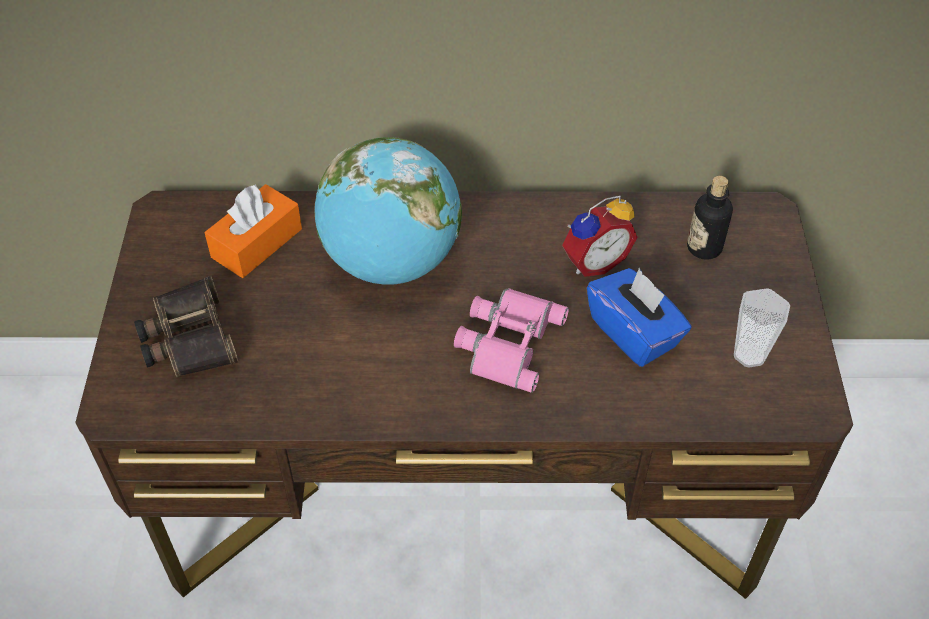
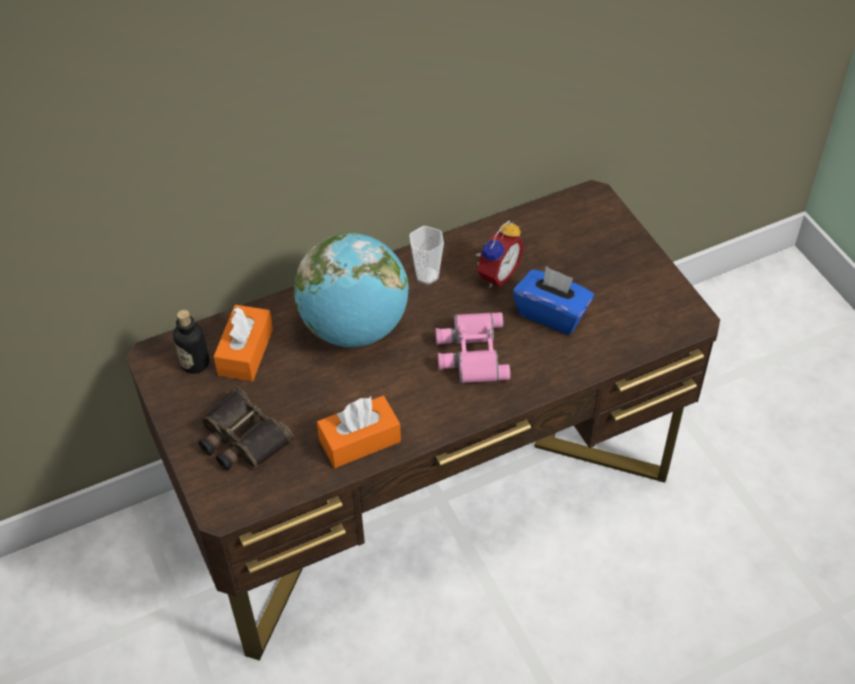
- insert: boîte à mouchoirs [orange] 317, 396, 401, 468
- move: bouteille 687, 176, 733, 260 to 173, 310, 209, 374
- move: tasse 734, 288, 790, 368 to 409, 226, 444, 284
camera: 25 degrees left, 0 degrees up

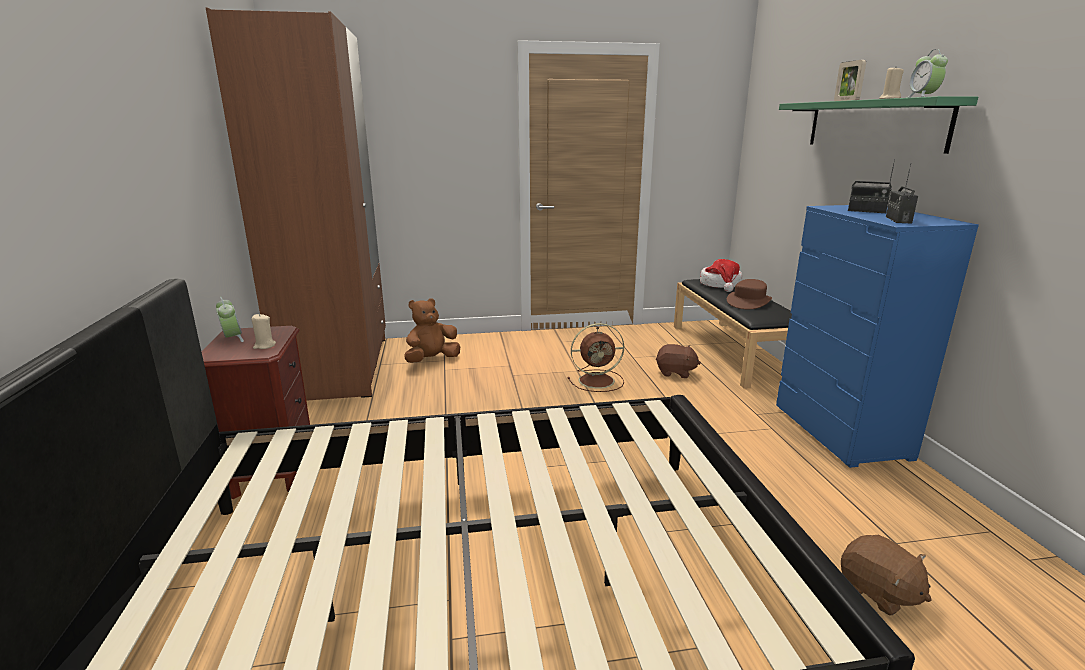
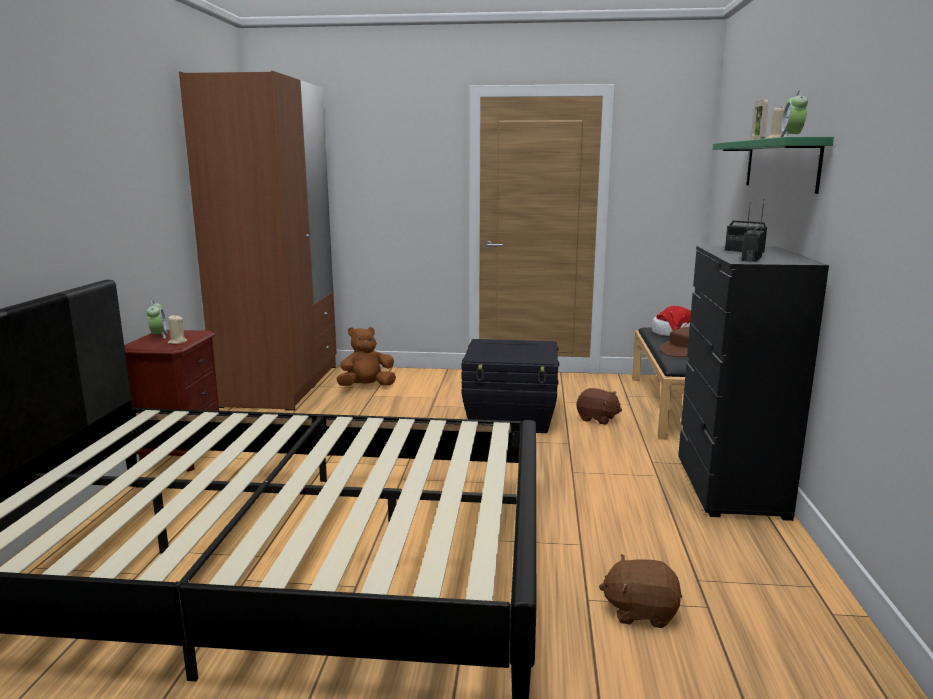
- replace: ventilateur [marron] 567, 323, 624, 392 to boîte de rangement [noir] 462, 339, 559, 433
- recolor: commode [bleu] 776, 205, 979, 468 to commode [noir] 678, 246, 829, 521
- rotate: peluche [marron] 841, 535, 931, 616 = 599, 554, 682, 628 120 degrees clockwise
camera: 15 degrees right, 5 degrees down

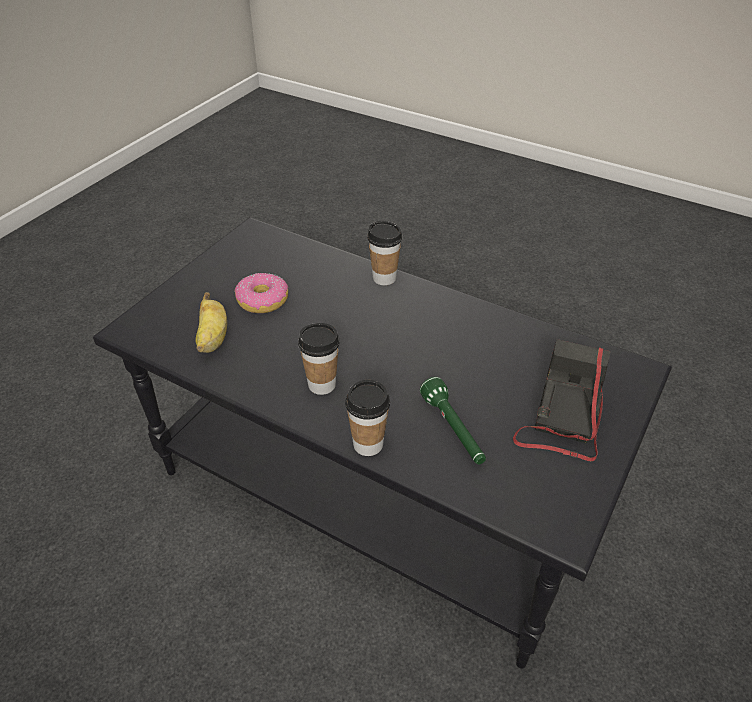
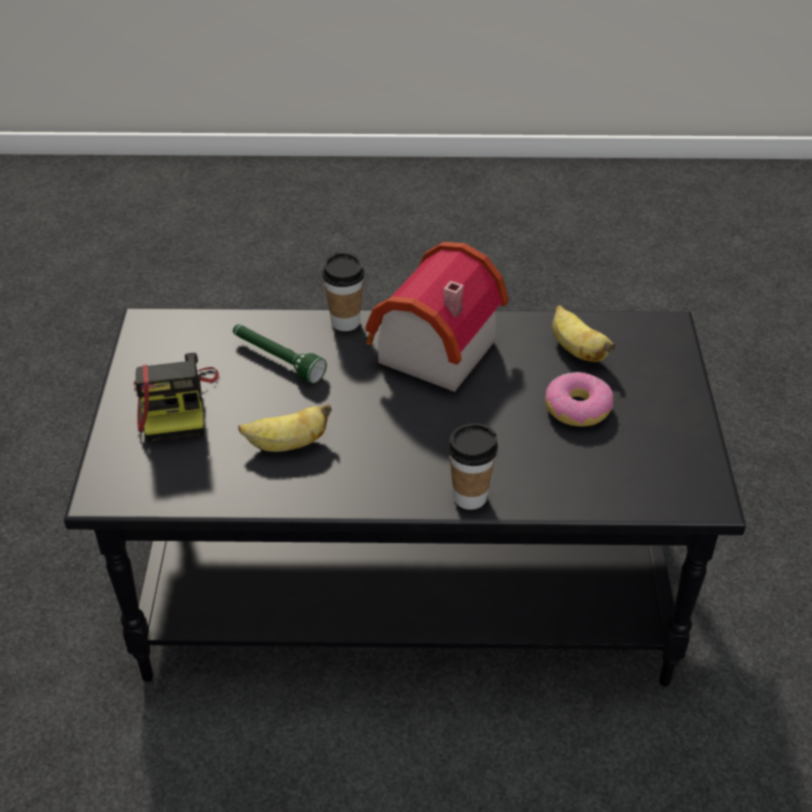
- insert: banane 238, 404, 332, 452
- replace: tasse 298, 323, 339, 395 to maison miniature 365, 242, 509, 392
camera: 150 degrees right, 0 degrees up

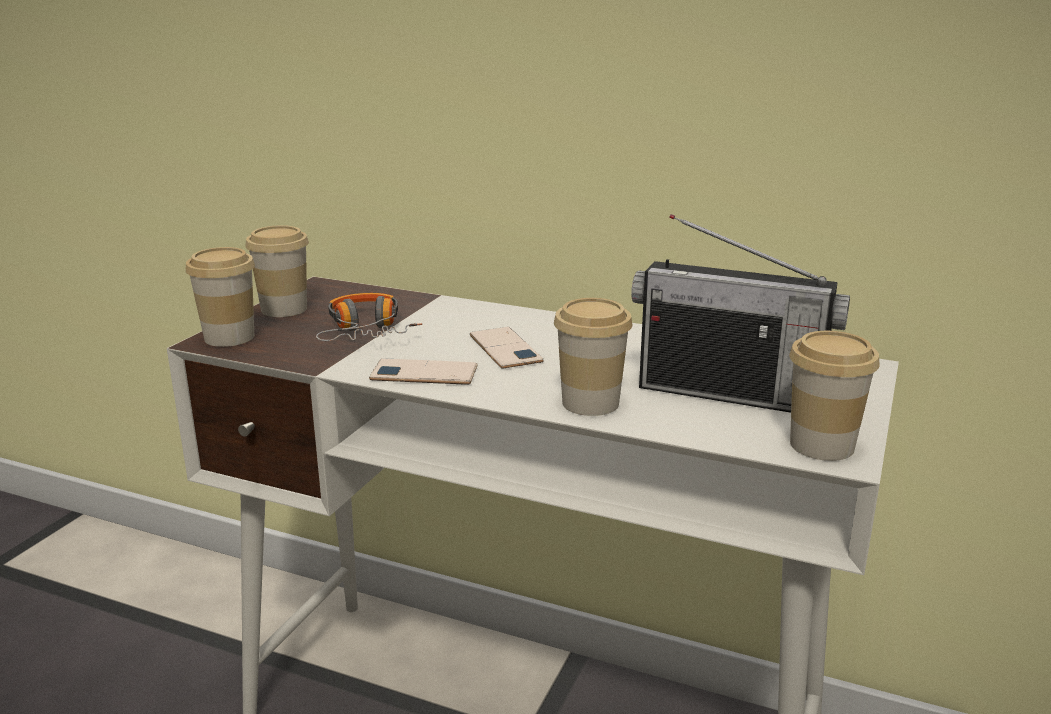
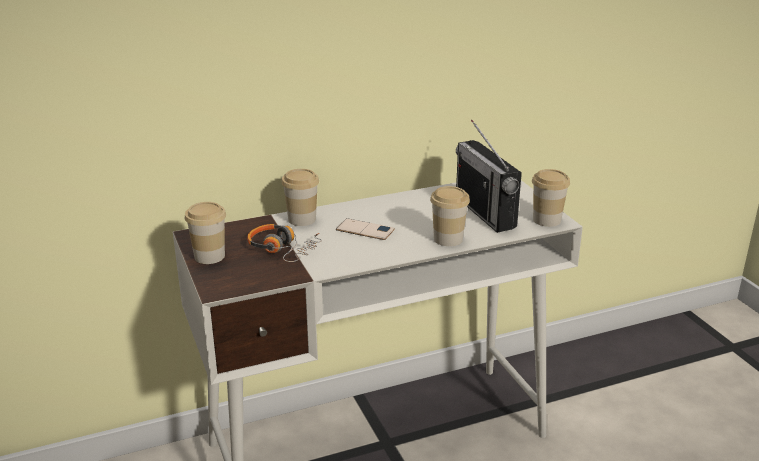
- delete: téléphone 369, 358, 478, 385
- move: tasse 185, 247, 255, 347 to 281, 169, 319, 226
- rotate: radio 631, 214, 850, 413 = 456, 120, 522, 233 90 degrees clockwise
camera: 45 degrees left, 5 degrees up

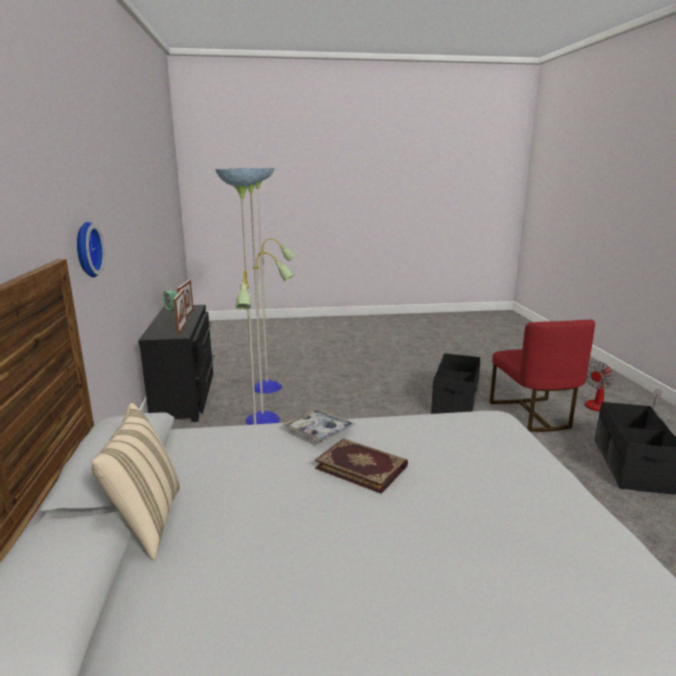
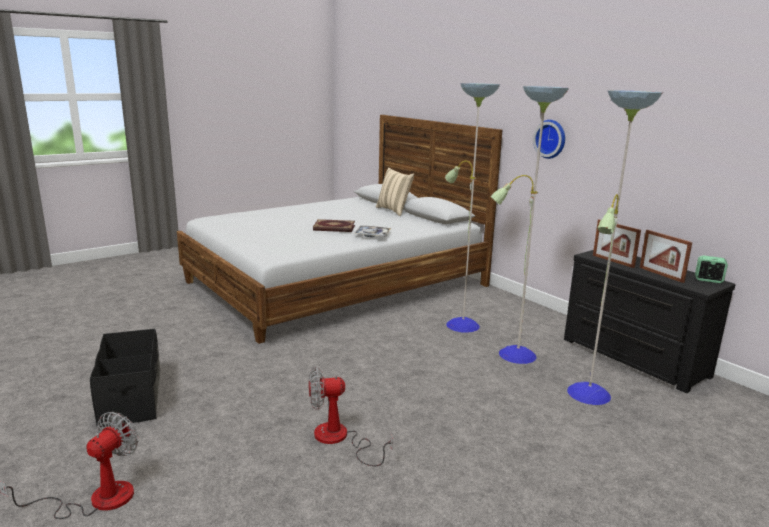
- delete: chaise [rouge] 489, 320, 595, 432
- replace: boîte de rangement [noir] 431, 353, 480, 414 to ventilateur 309, 367, 393, 466
camera: 150 degrees right, 0 degrees up

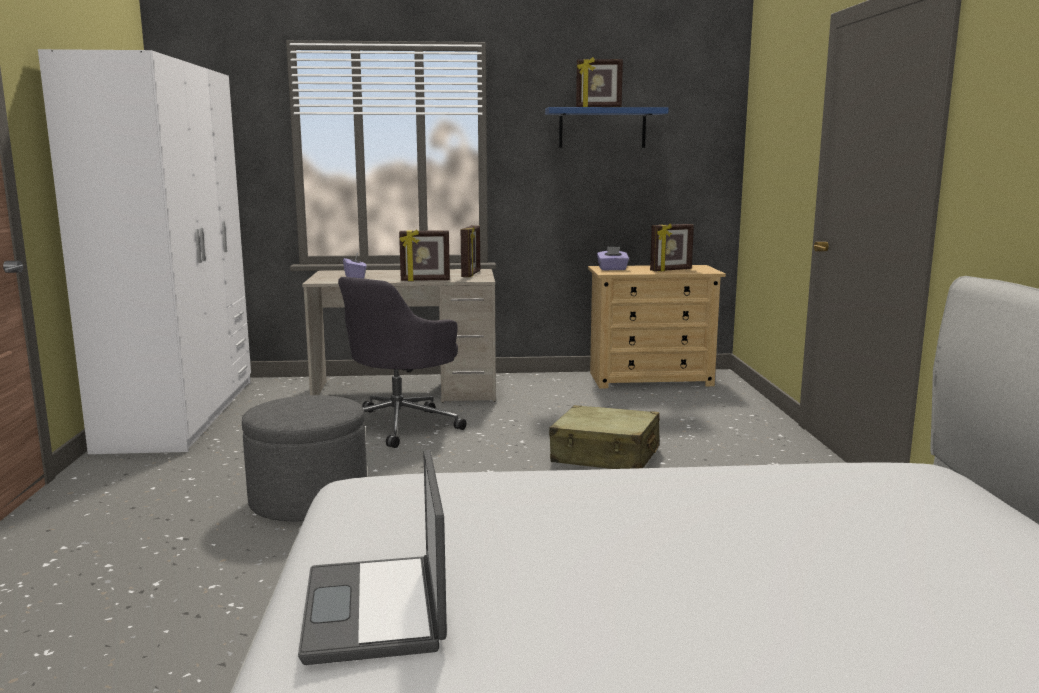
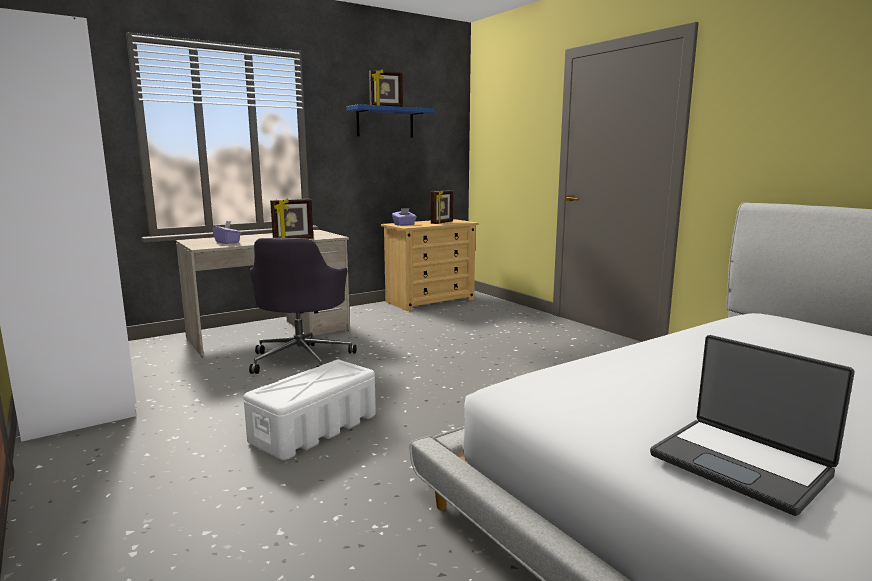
- delete: cadre photo 461, 225, 480, 277
- delete: valise [beige] 549, 405, 660, 469
- replace: pouf [gris] 242, 395, 367, 522 to boîte de rangement [blanc] 244, 360, 376, 460
camera: 30 degrees left, 0 degrees up

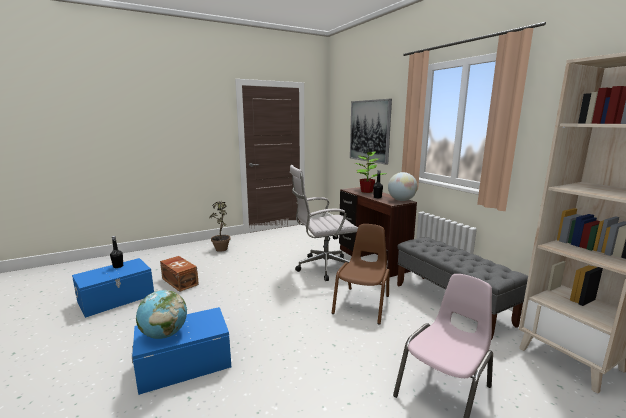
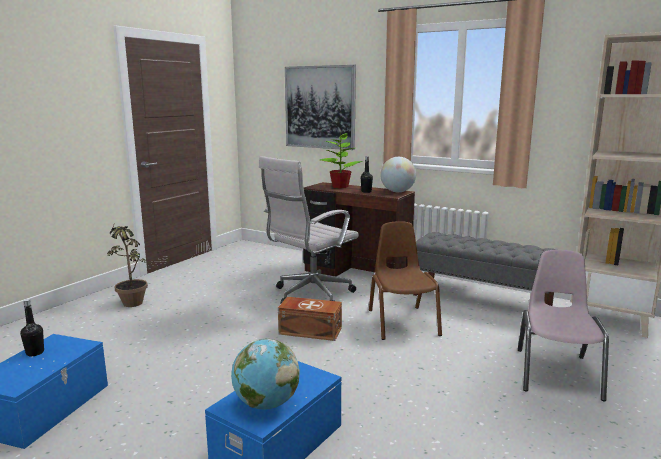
- move: boîte de rangement [marron] 160, 256, 199, 292 to 278, 297, 342, 341
camera: 30 degrees left, 0 degrees up

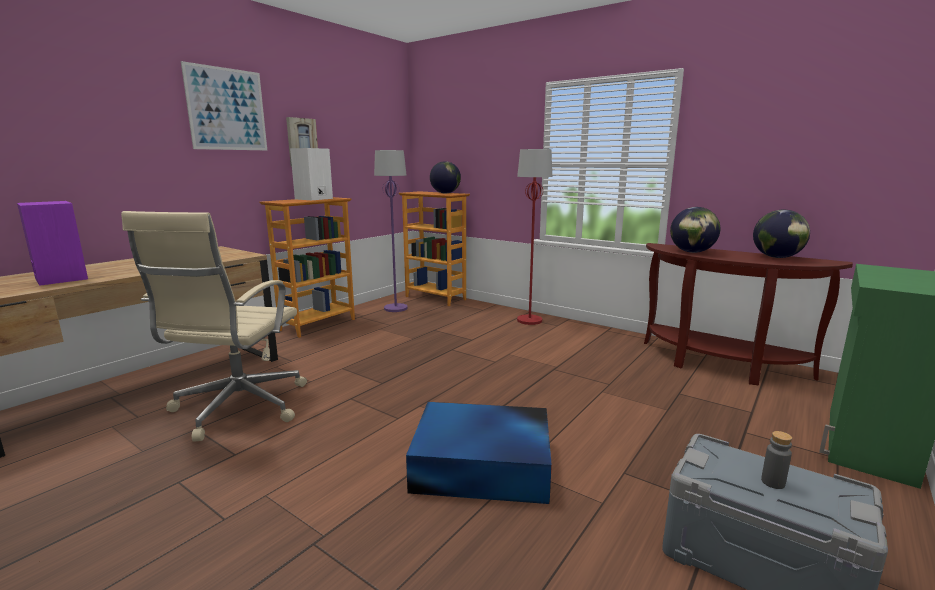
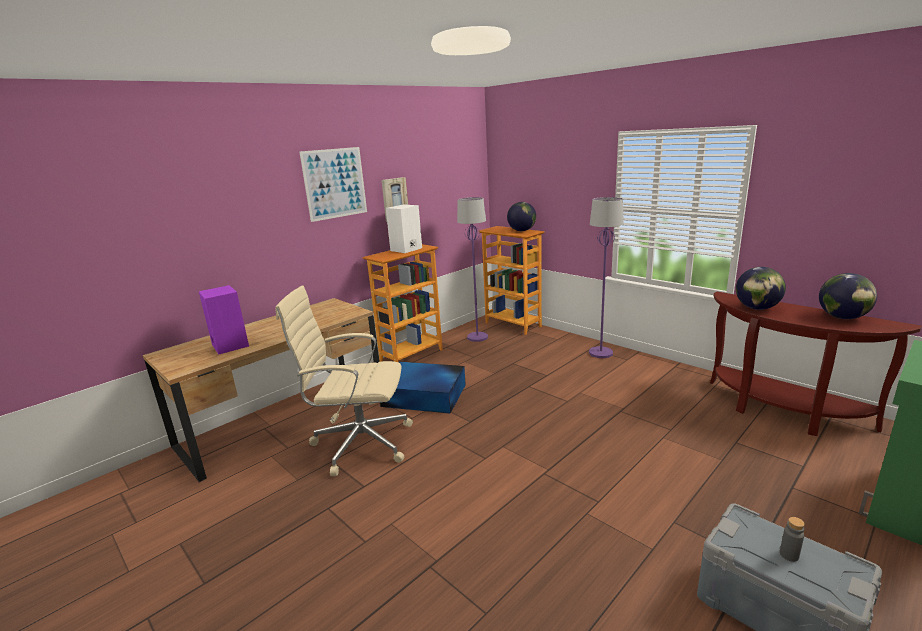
- move: boîte de rangement [bleu] 406, 402, 552, 504 to 380, 362, 466, 413
- recolor: lampadaire [rouge] 517, 149, 552, 325 to lampadaire [violet] 589, 197, 624, 358
- rotate: chaise de bureau [beige] 121, 211, 307, 442 = 275, 285, 413, 476 75 degrees clockwise
camera: 10 degrees right, 5 degrees up

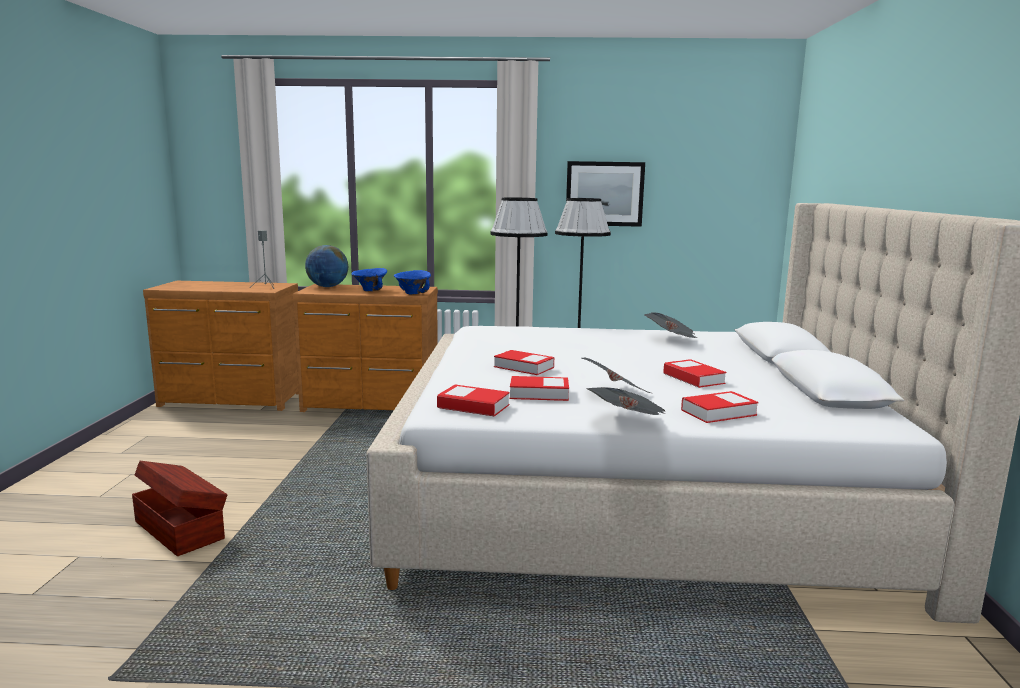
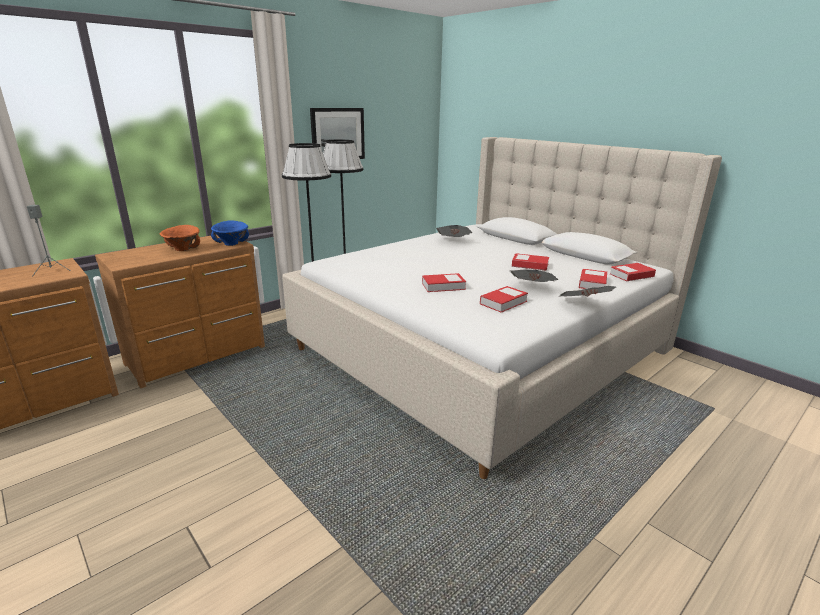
- delete: boîte de rangement [marron] 132, 461, 228, 556
- delete: globe 305, 245, 348, 287
- move: livre 437, 385, 510, 417 to 610, 263, 656, 281
- recolor: bol [bleu] 351, 268, 387, 291 to bol [orange] 159, 225, 200, 251
camera: 45 degrees left, 10 degrees up

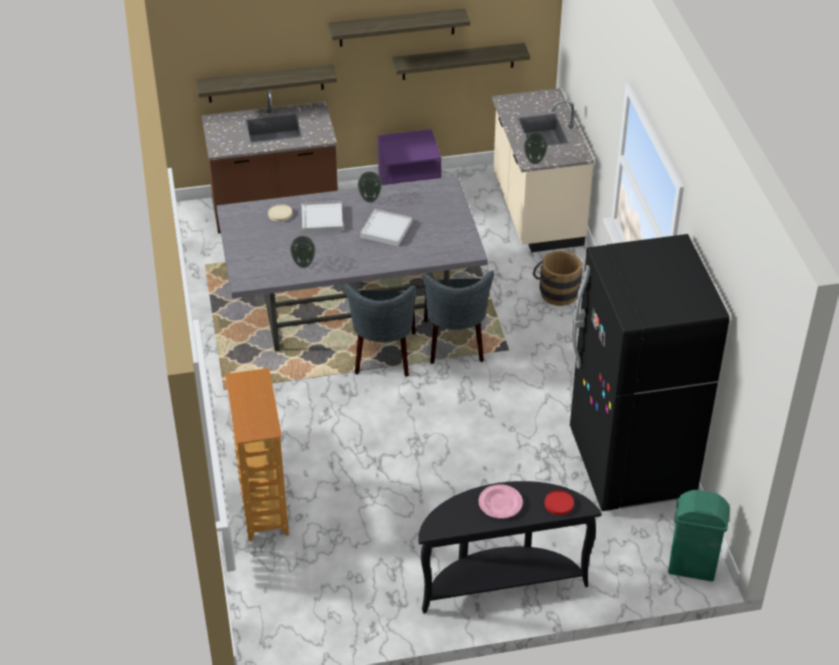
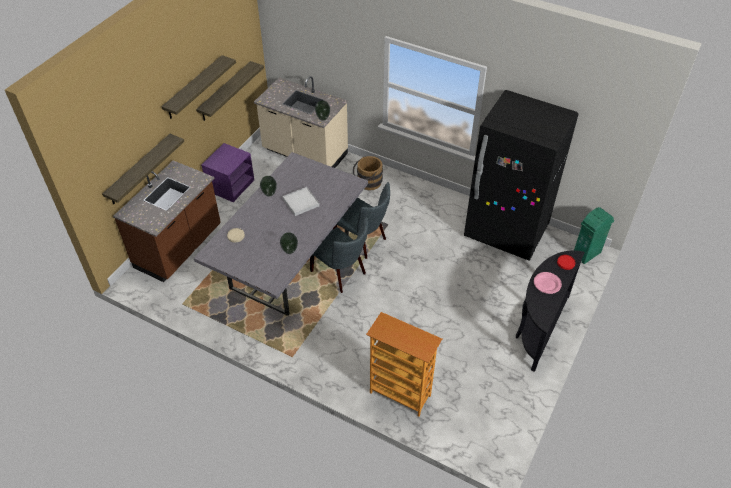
- delete: plateau [blanc] 302, 201, 343, 233
camera: 50 degrees left, 5 degrees up

